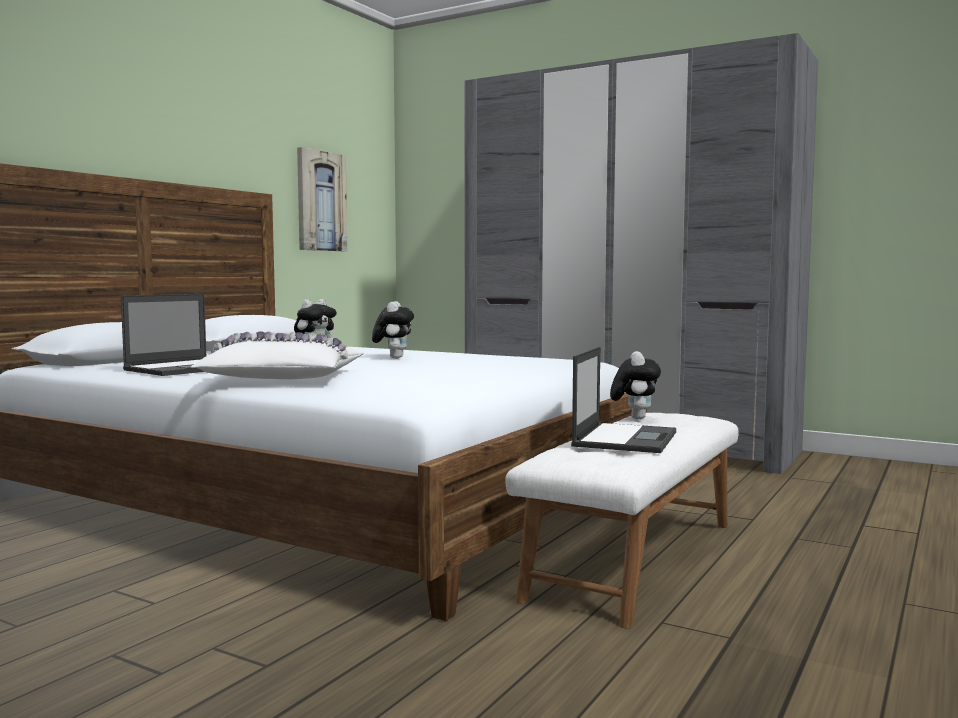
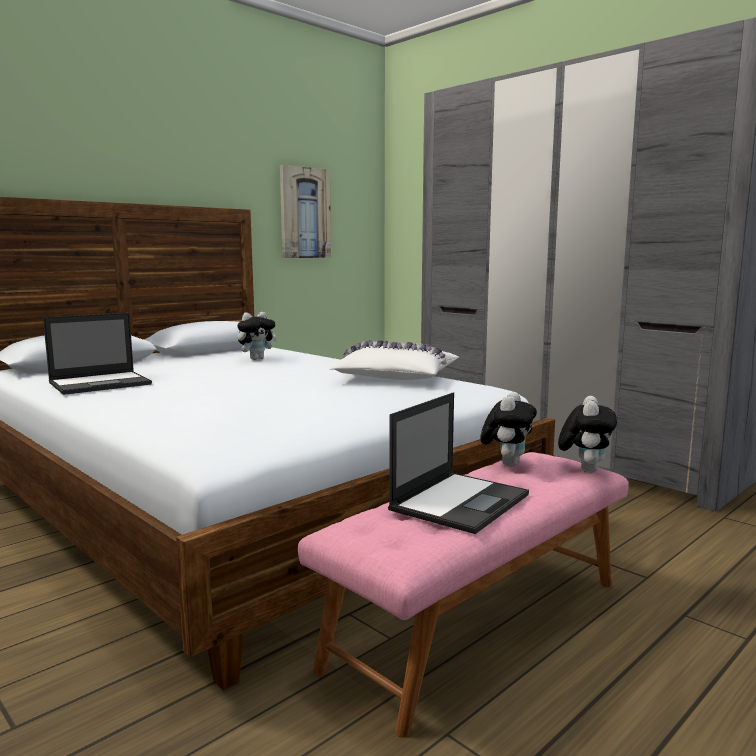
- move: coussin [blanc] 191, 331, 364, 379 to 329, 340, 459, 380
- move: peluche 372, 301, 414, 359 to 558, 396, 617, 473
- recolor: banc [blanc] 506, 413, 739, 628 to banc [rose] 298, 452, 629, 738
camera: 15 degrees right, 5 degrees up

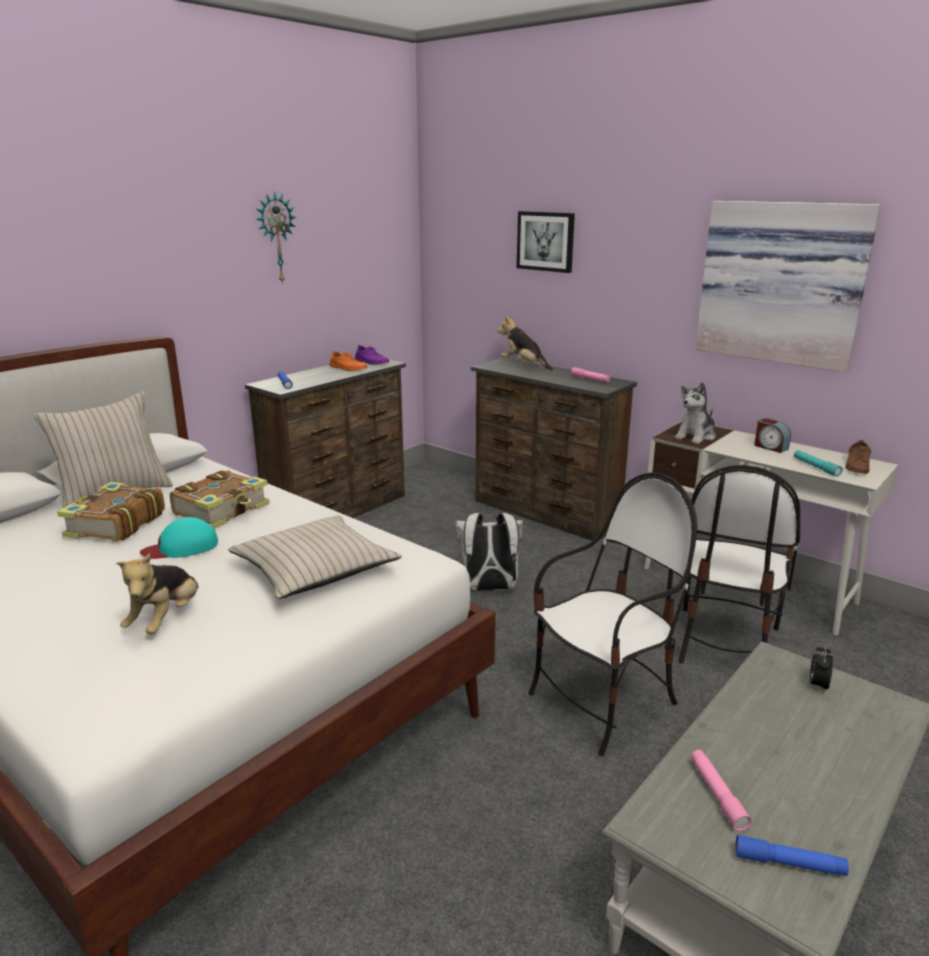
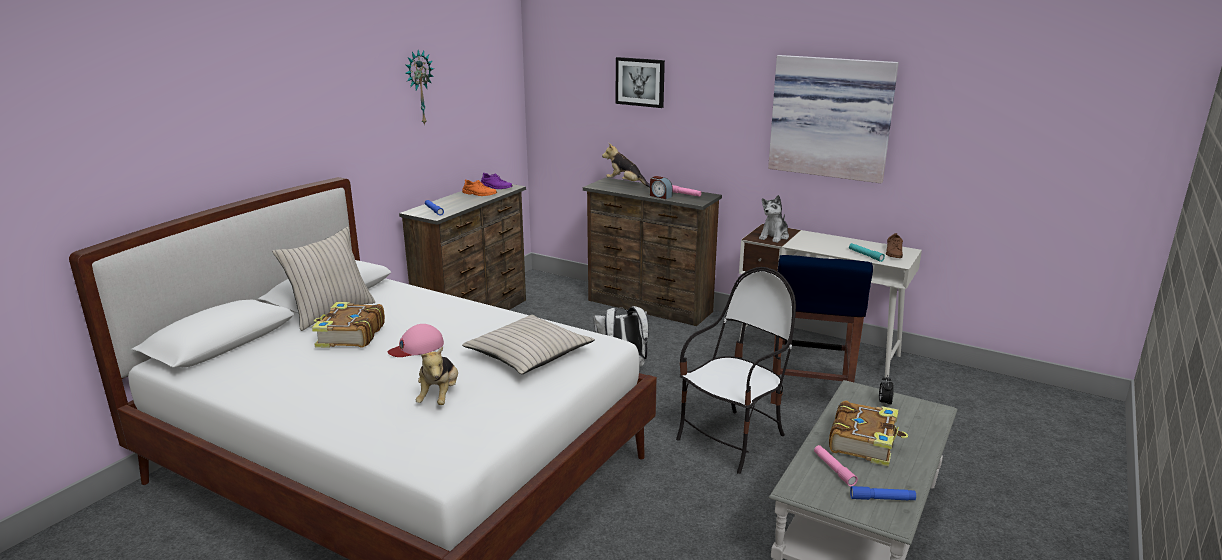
- move: livre 170, 470, 270, 528 to 829, 400, 908, 467
- move: réveil 754, 418, 791, 453 to 650, 176, 673, 199
- replace: chaise 678, 465, 800, 664 to tabouret [bleu] 771, 255, 873, 404
- recolor: casquette [turquoise] 140, 517, 218, 559 to casquette [rose] 388, 324, 444, 357
camera: 10 degrees left, 0 degrees up

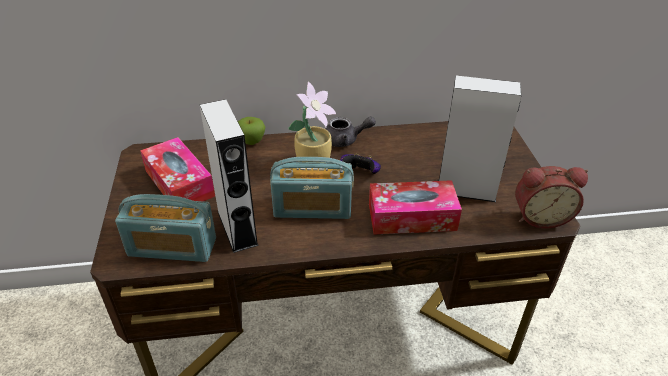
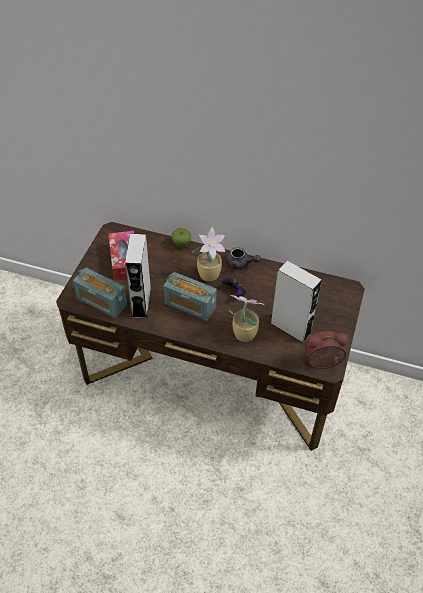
- replace: boîte à mouchoirs 369, 180, 462, 234 to plante en pot 229, 295, 264, 342
- rotate: réveil 515, 166, 588, 228 = 304, 331, 348, 369 150 degrees clockwise
camera: 25 degrees right, 10 degrees up

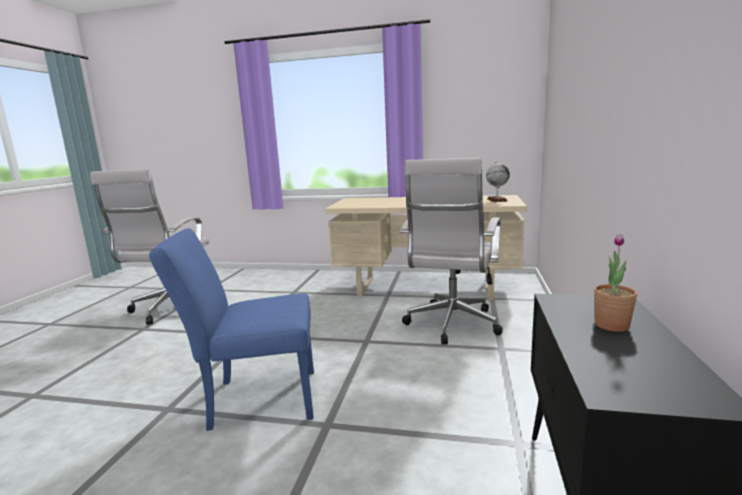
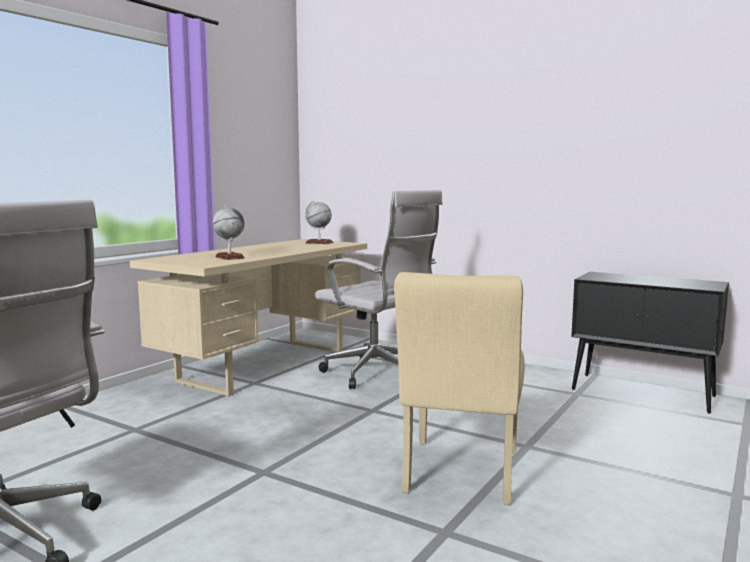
- delete: plante en pot 594, 234, 637, 332
- insert: globe 213, 206, 245, 260
- recolor: chaise [bleu] 149, 228, 314, 431 to chaise [beige] 394, 272, 525, 505
camera: 70 degrees left, 5 degrees down

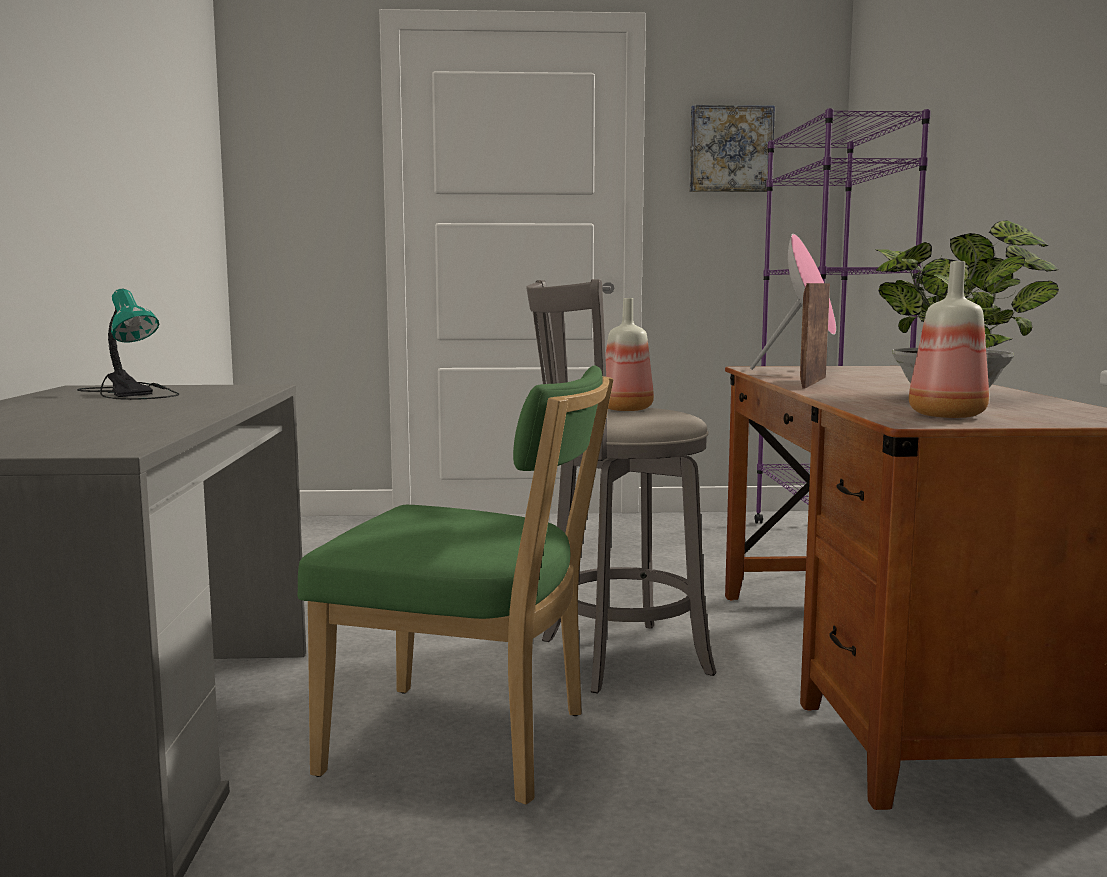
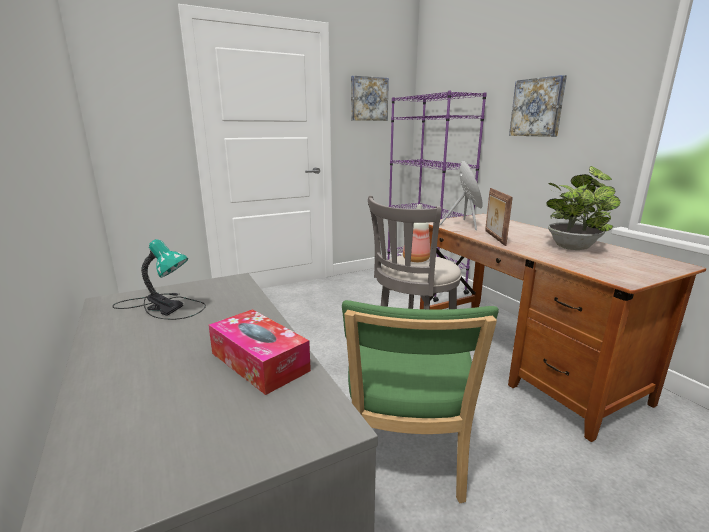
- delete: bouteille 909, 261, 989, 418
- insert: boîte à mouchoirs 209, 309, 311, 395
- insert: tableau 509, 75, 567, 137
- rotate: chaise [vert] 297, 365, 614, 805 = 342, 300, 499, 503 105 degrees clockwise
camera: 25 degrees left, 10 degrees up

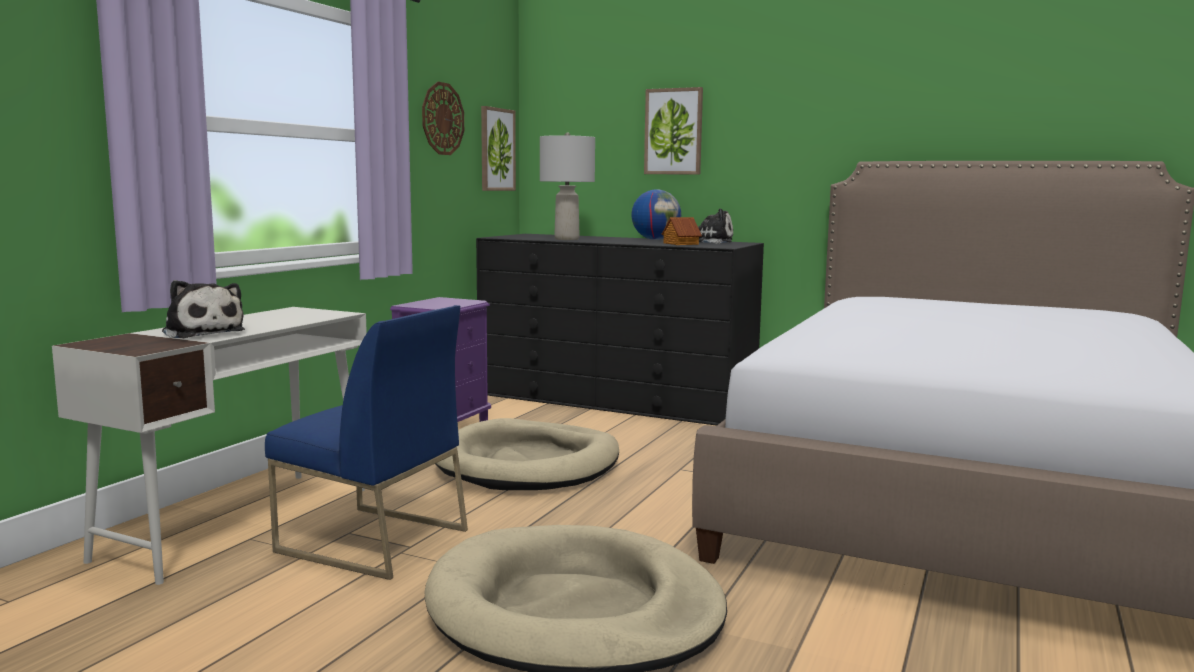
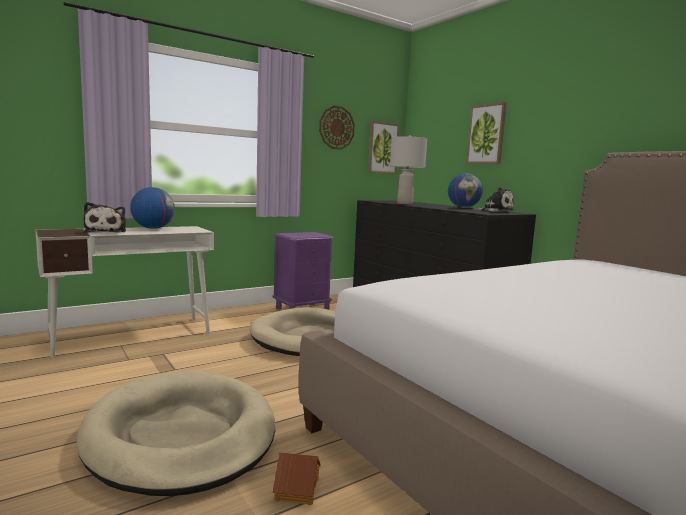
- delete: chaise [bleu] 265, 305, 468, 580
- insert: globe 130, 187, 175, 229
- move: maison miniature 662, 217, 702, 245 to 272, 452, 321, 505
camera: 30 degrees right, 0 degrees up

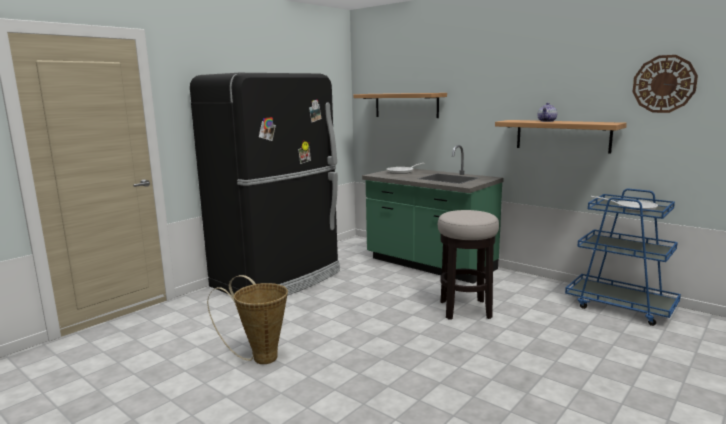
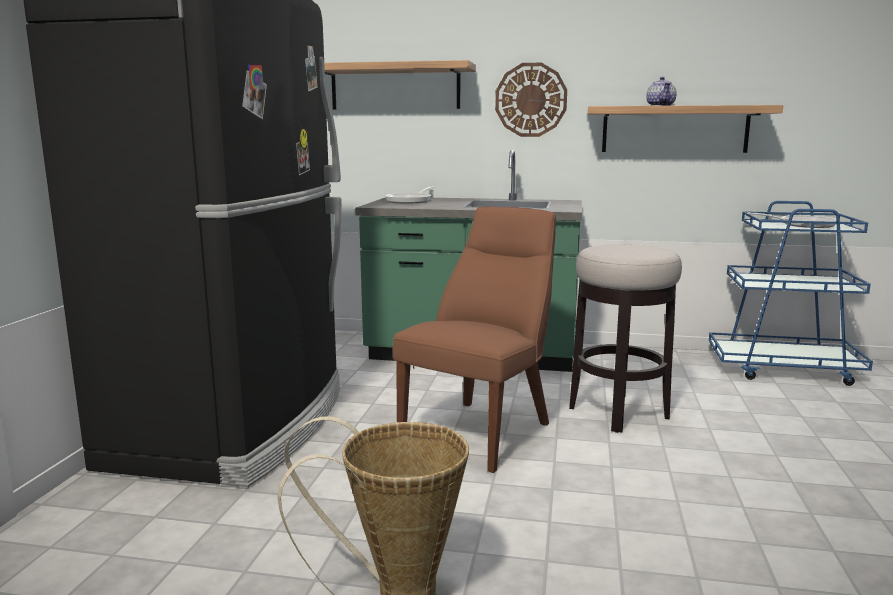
- insert: chaise [marron] 393, 207, 556, 473
- move: horloge murale 633, 55, 698, 113 to 495, 63, 567, 137
camera: 30 degrees left, 0 degrees up

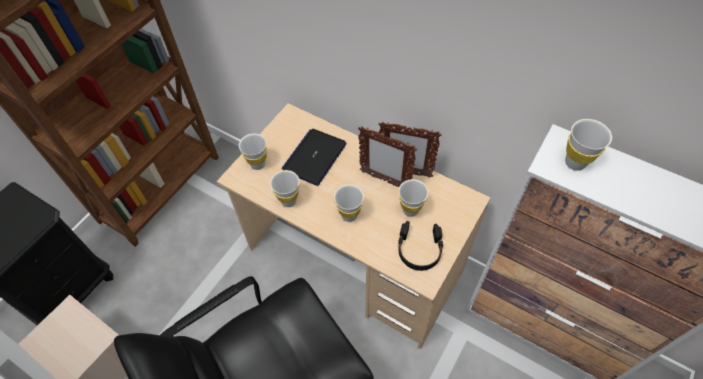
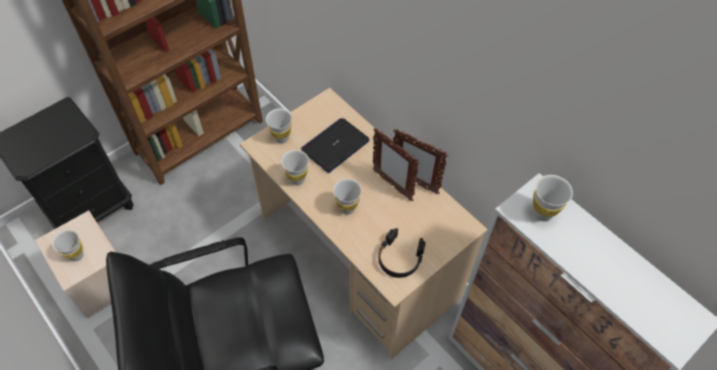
- move: tasse [blanc] 399, 179, 428, 217 to 52, 230, 84, 261
camera: 15 degrees right, 0 degrees up

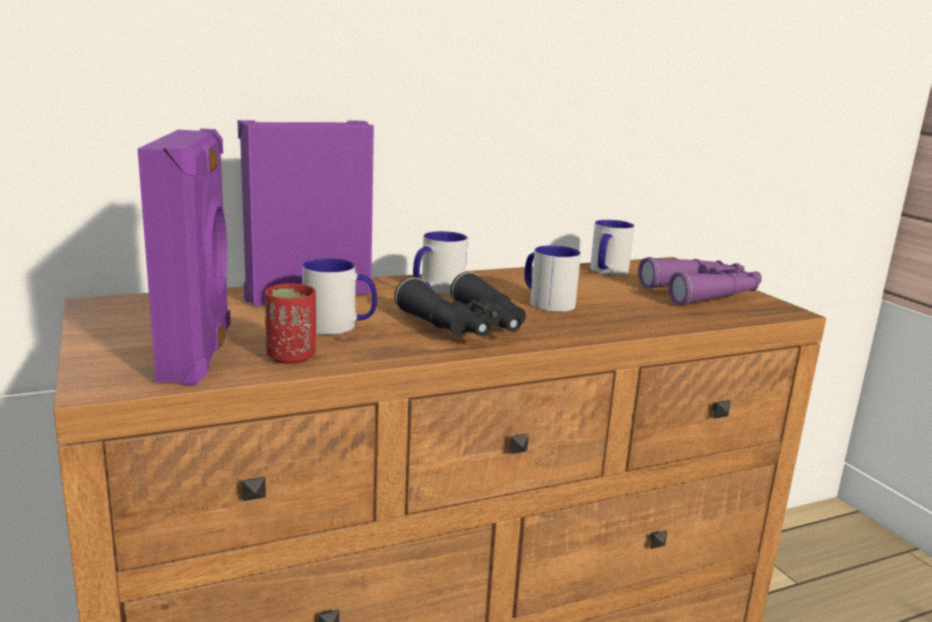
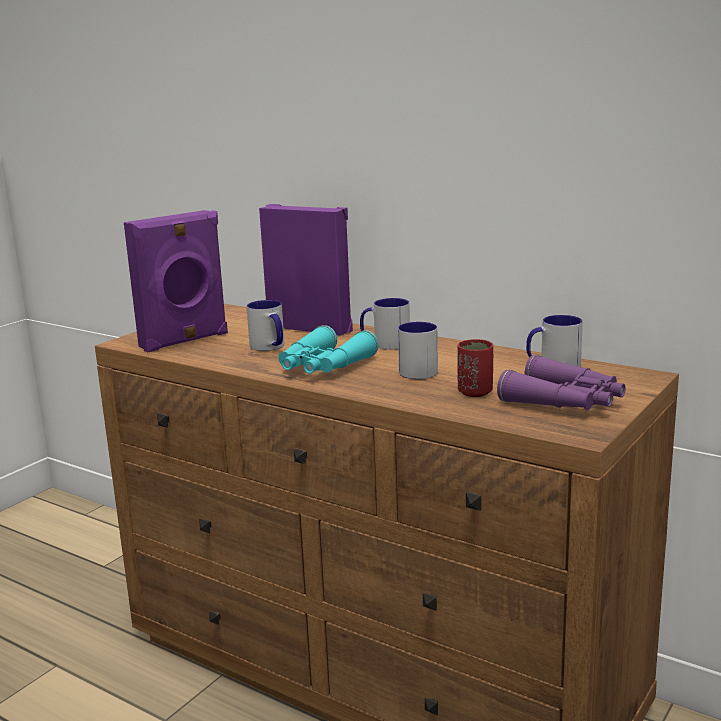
- move: tasse [rouge] 265, 283, 316, 364 to 457, 339, 493, 397
- recolor: jumelles [noir] 394, 272, 526, 337 to jumelles [turquoise] 278, 325, 379, 373
camera: 60 degrees right, 0 degrees up

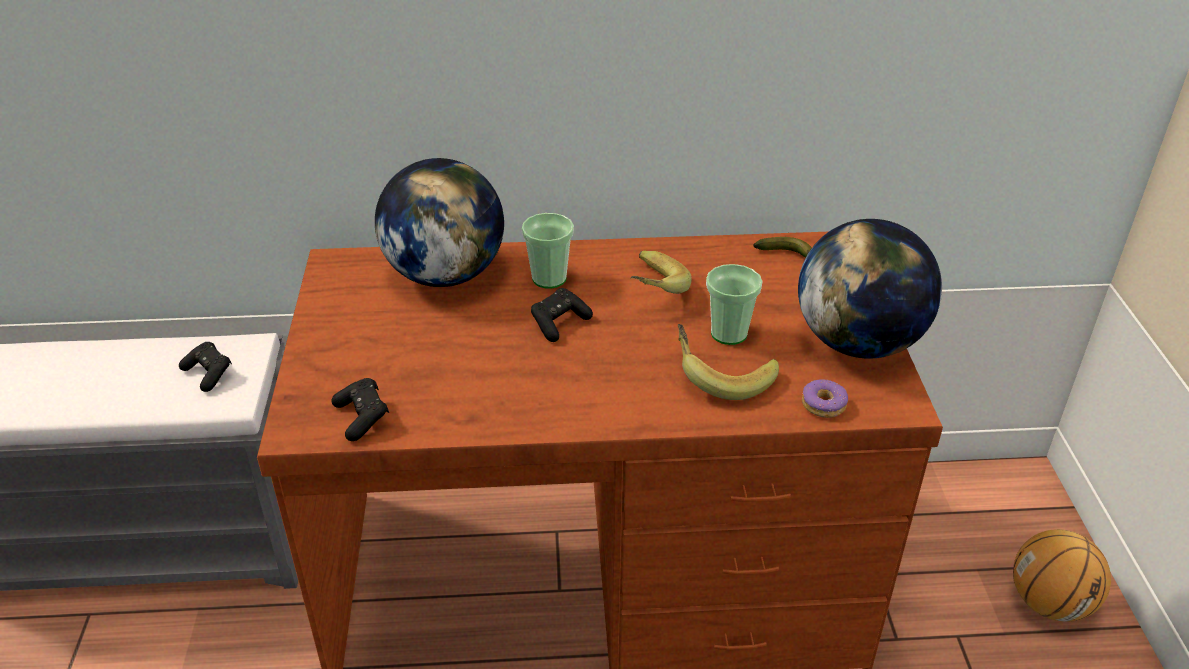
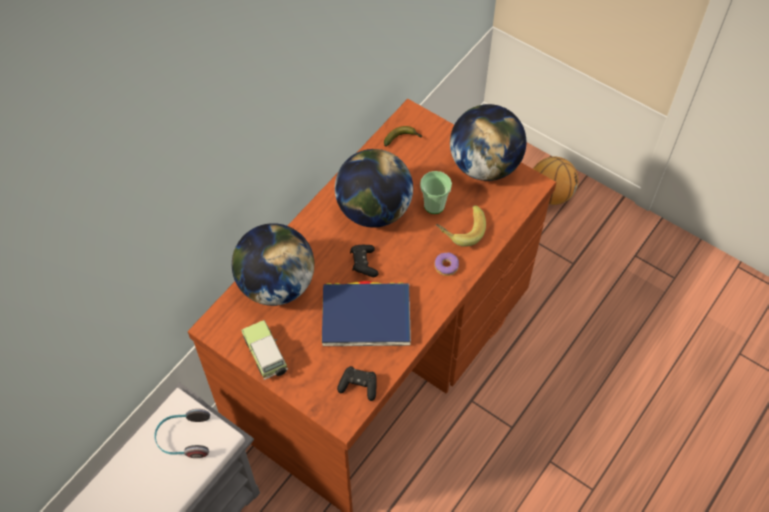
- delete: tasse 522, 213, 574, 289
- insert: petite voiture 241, 320, 288, 380
- insert: livre [bleu] 322, 281, 411, 346
- move: beignet 802, 379, 848, 418 to 434, 253, 459, 276
- replace: manette [noir] 179, 342, 232, 392 to casque audio 154, 409, 210, 458
- replace: banane 631, 251, 692, 294 to globe 335, 149, 413, 228
camera: 50 degrees left, 20 degrees up

